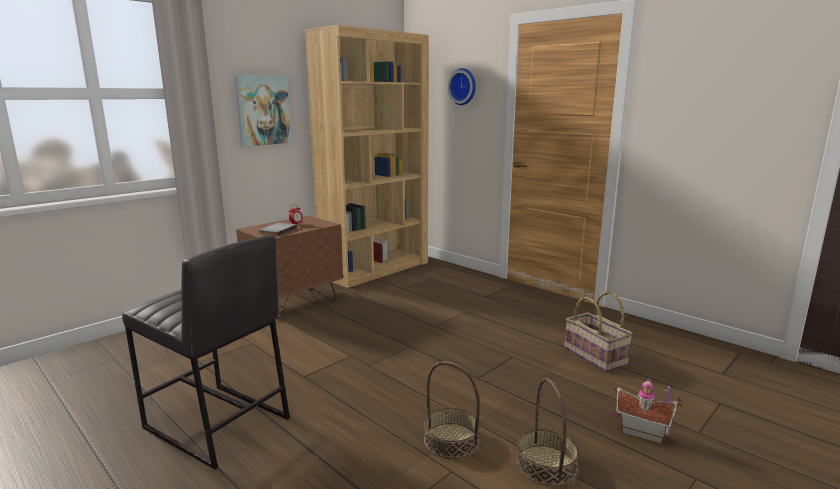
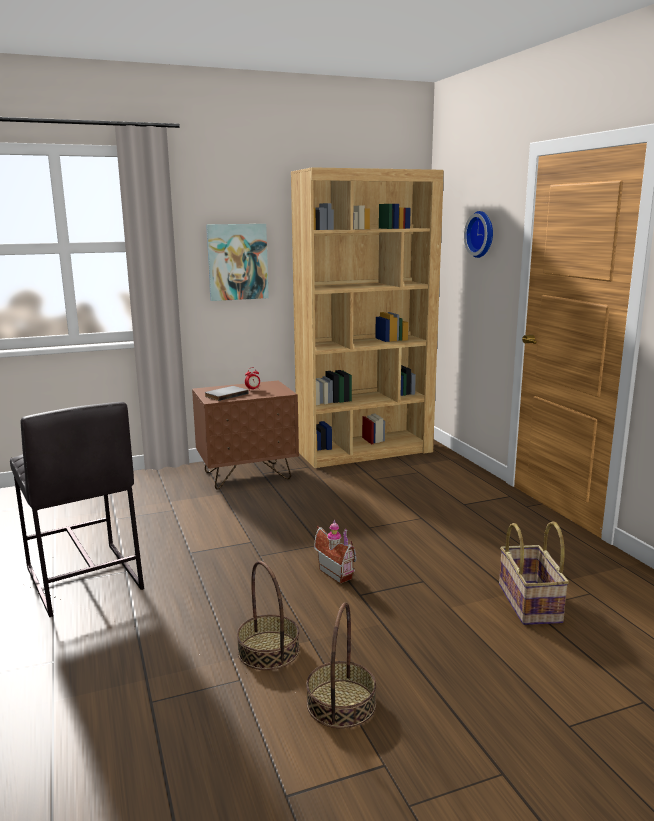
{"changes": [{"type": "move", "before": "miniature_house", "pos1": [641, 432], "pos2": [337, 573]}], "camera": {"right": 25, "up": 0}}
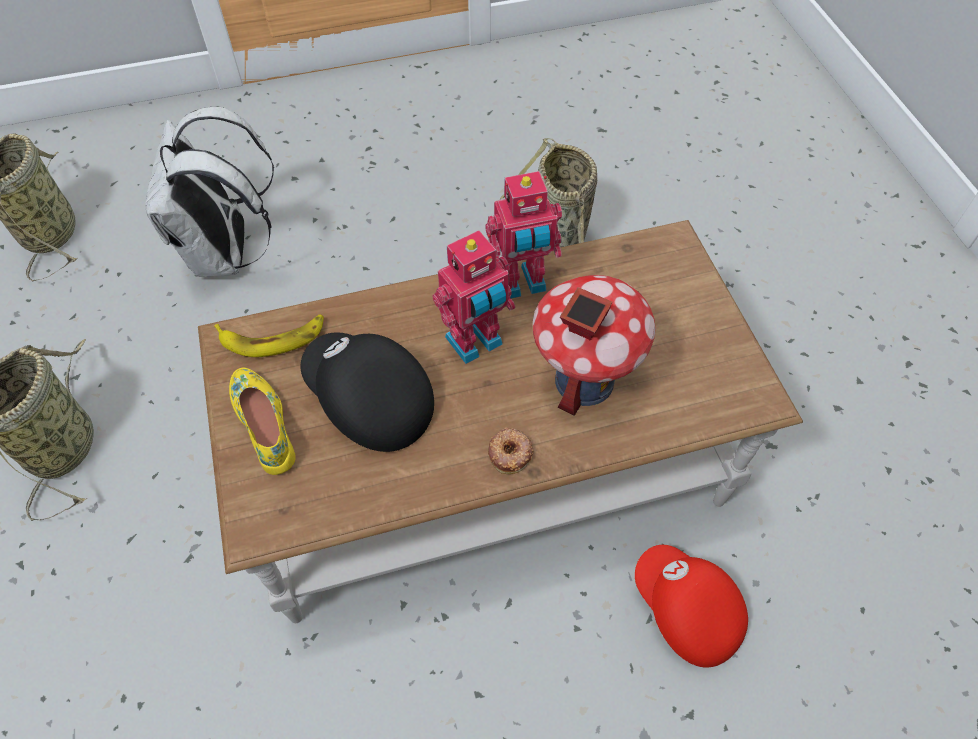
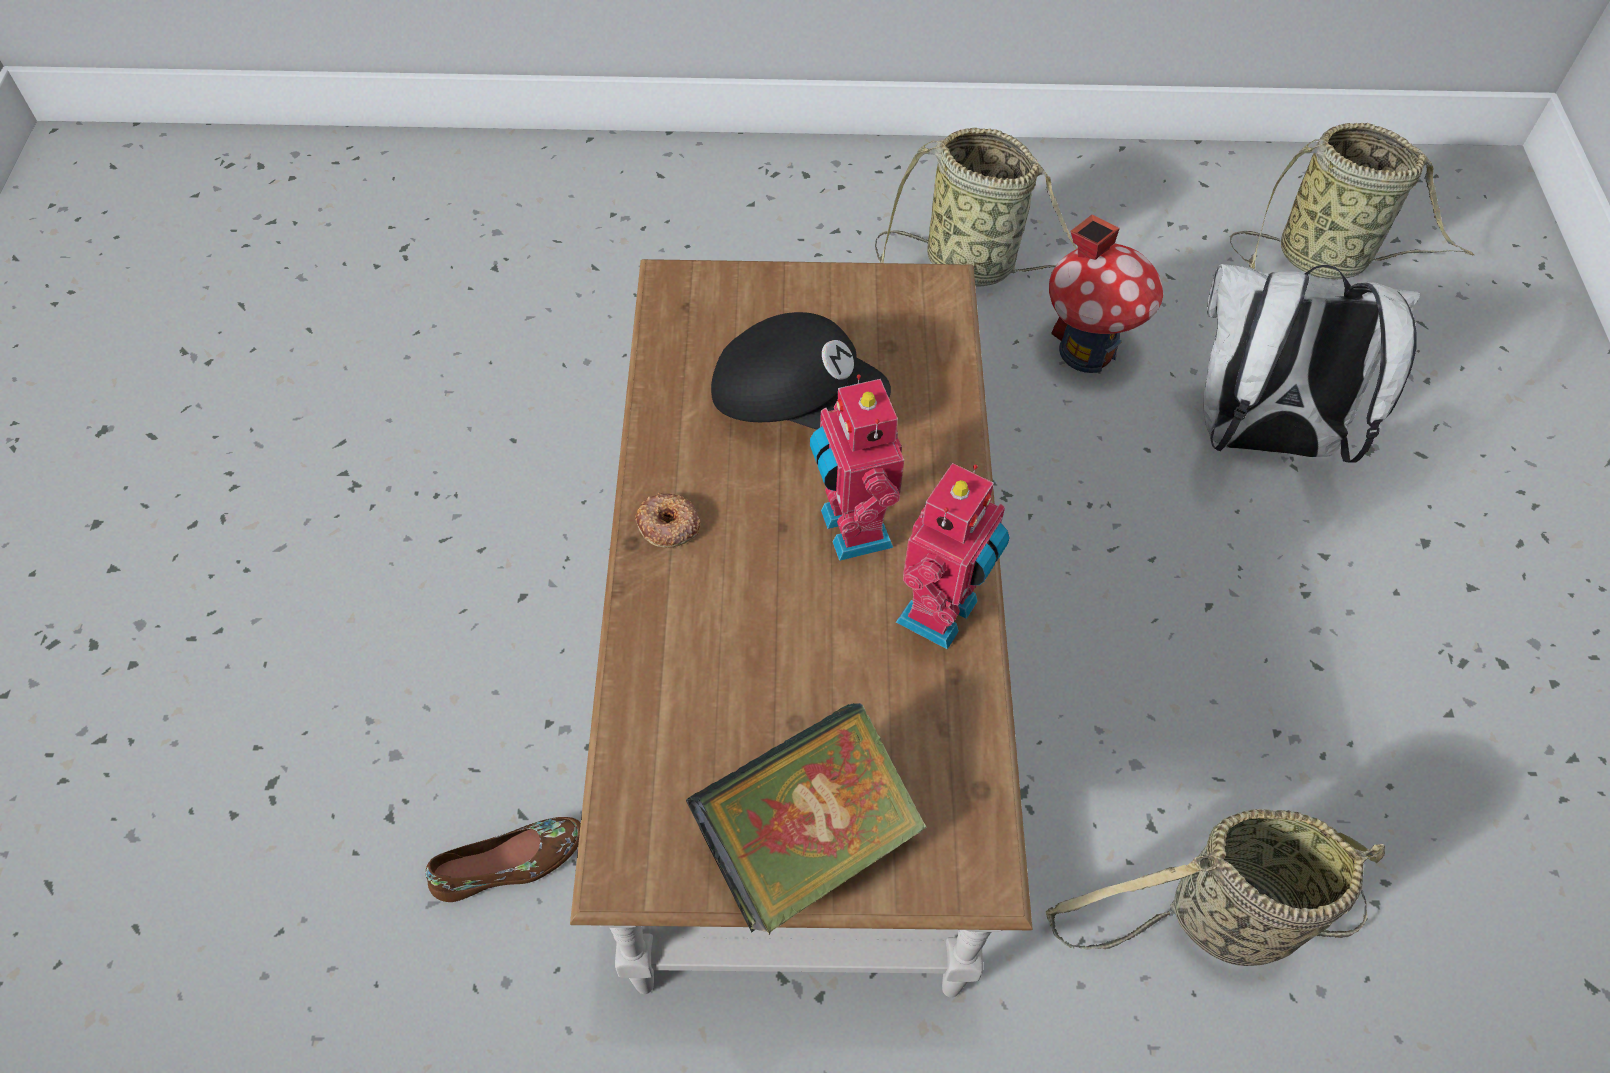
{"changes": [{"type": "rotate", "before": "toy_robot", "pos1": [522, 284], "pos2": [942, 614], "turn": -150}, {"type": "move", "before": "miniature_house", "pos1": [583, 381], "pos2": [1087, 350]}, {"type": "delete", "before": "banana", "pos1": [273, 338]}, {"type": "rotate", "before": "blackish_baseball_cap", "pos1": [369, 402], "pos2": [797, 400], "turn": 60}, {"type": "delete", "before": "yellowish_shoe", "pos1": [265, 424]}, {"type": "replace", "before": "red-coloured_baseball_cap", "after": "brown_shoe", "pos1": [685, 612], "pos2": [509, 864]}, {"type": "insert", "after": "book", "pos2": [807, 840]}], "camera": {"right": 105, "up": 0}}
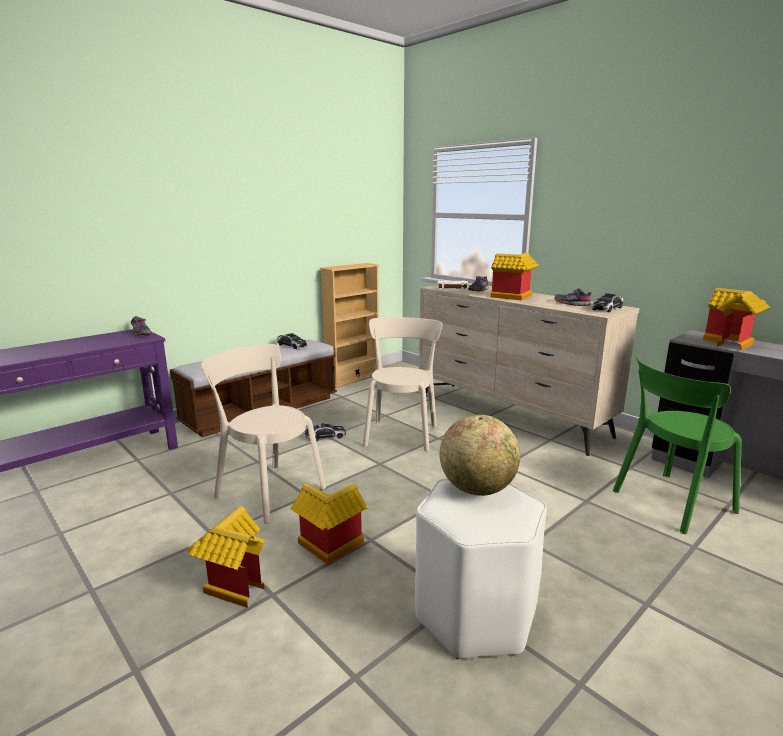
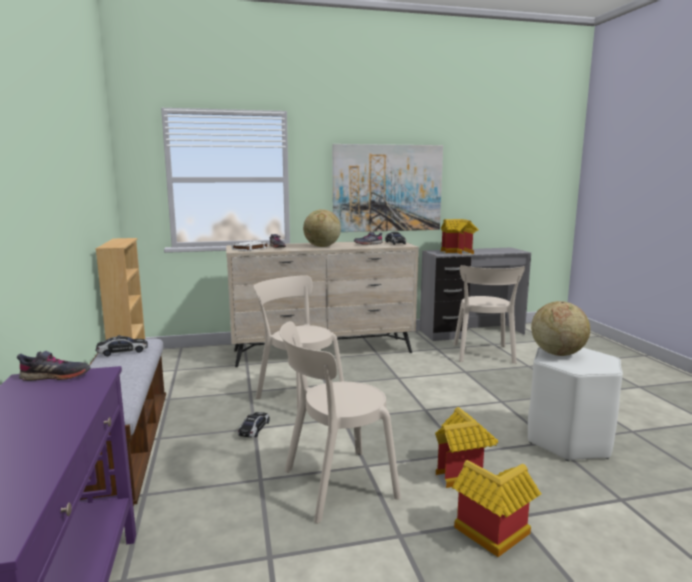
{"changes": [{"type": "replace", "before": "miniature_house", "after": "desk_globe", "pos1": [512, 297], "pos2": [322, 246]}, {"type": "recolor", "before": "green-coloured_upright_chair", "after": "beige-coloured_upright_chair", "pos1": [669, 503], "pos2": [483, 355]}, {"type": "insert", "after": "wall_art", "pos2": [387, 188]}], "camera": {"right": -60, "up": -5}}
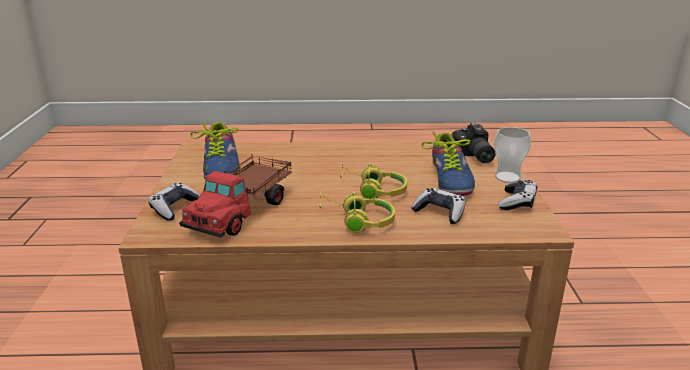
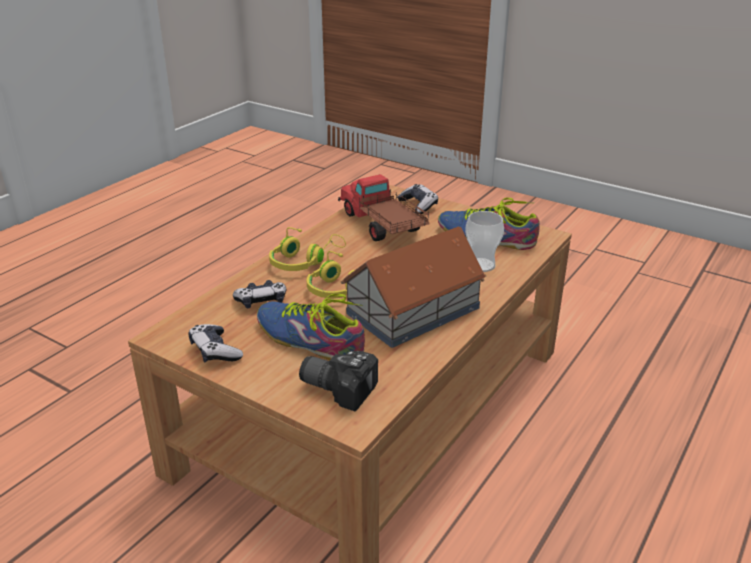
{"changes": [{"type": "move", "before": "small_cup", "pos1": [507, 177], "pos2": [481, 265]}, {"type": "insert", "after": "miniature_house", "pos2": [414, 310]}], "camera": {"right": 125, "up": 5}}
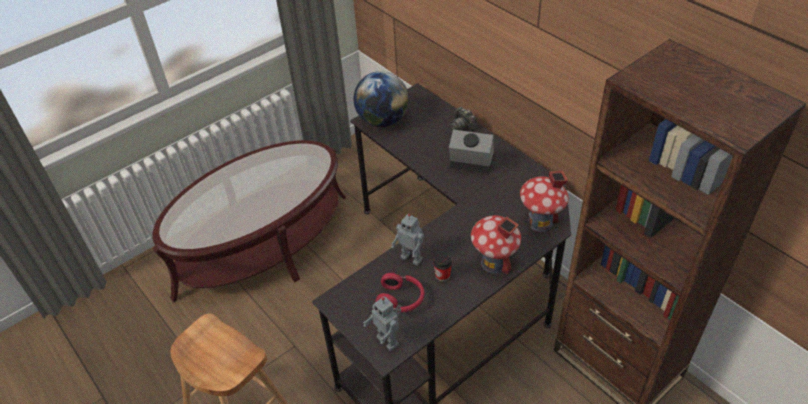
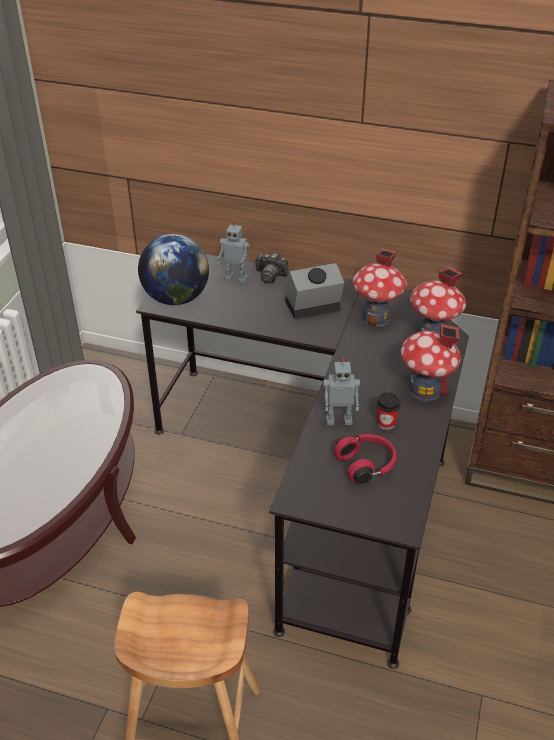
{"changes": [{"type": "move", "before": "toy_robot", "pos1": [388, 340], "pos2": [236, 278]}, {"type": "insert", "after": "miniature_house", "pos2": [376, 318]}], "camera": {"right": -35, "up": -5}}
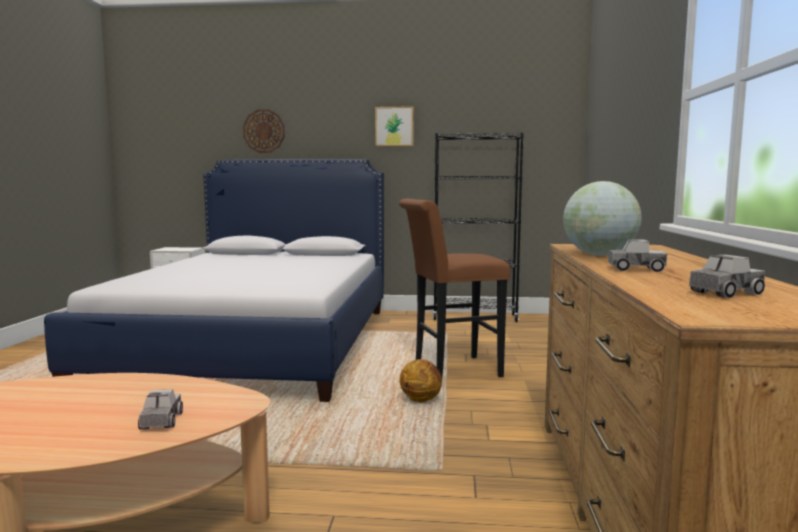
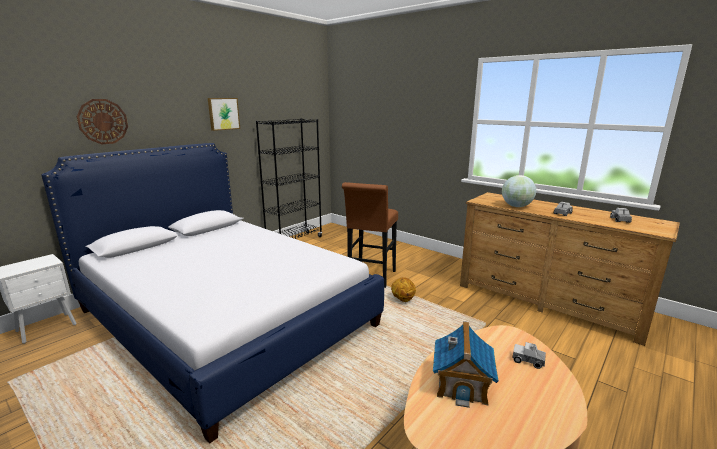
{"changes": [{"type": "insert", "after": "miniature_house", "pos2": [462, 384]}], "camera": {"right": -55, "up": 10}}
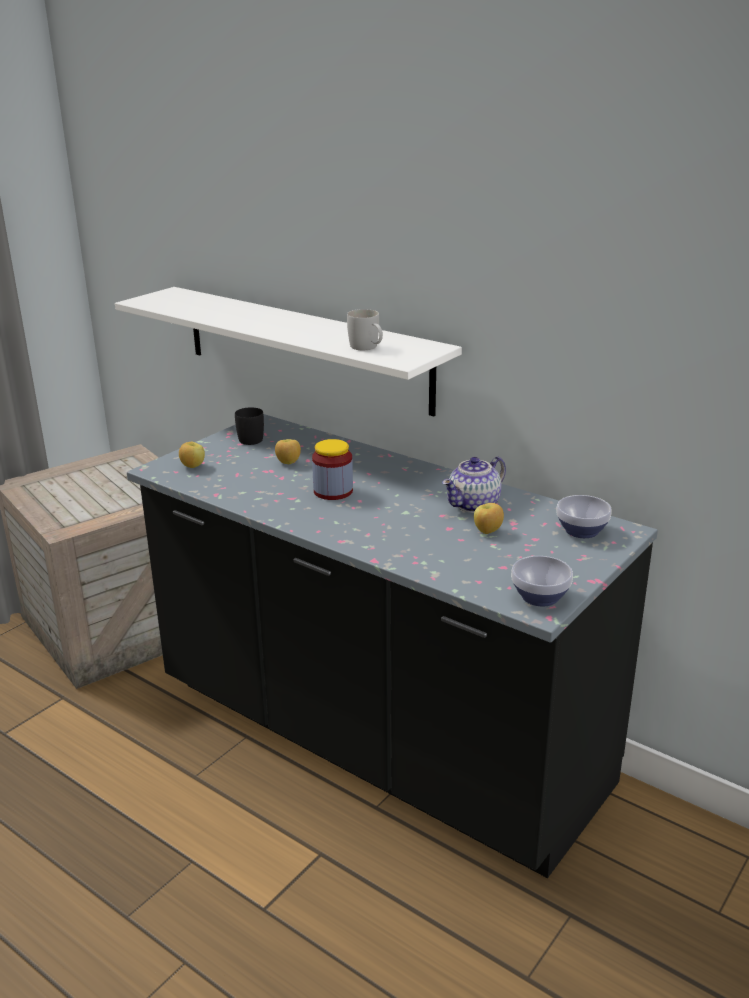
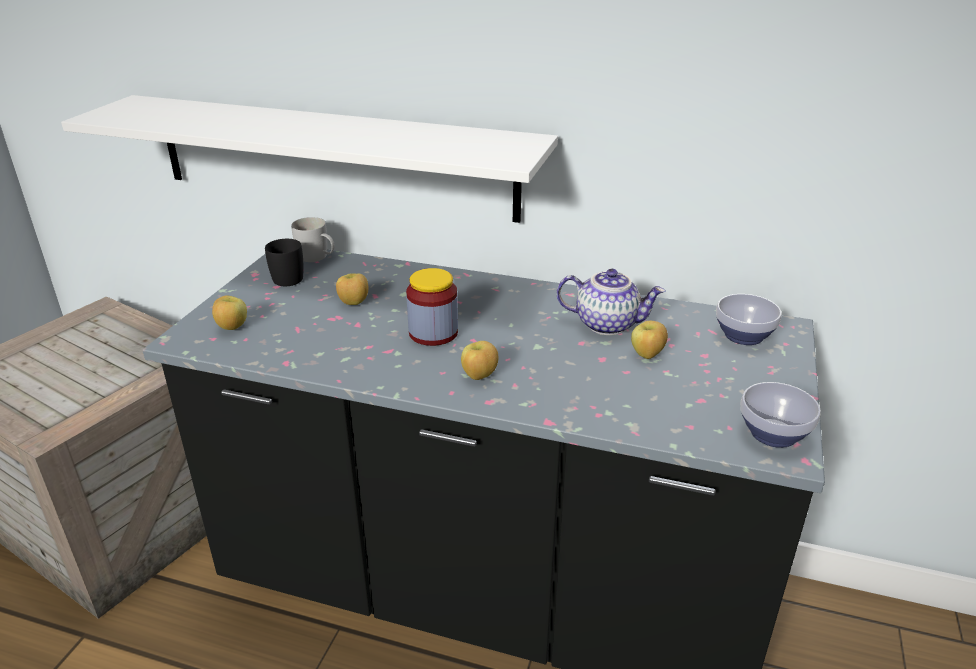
{"changes": [{"type": "move", "before": "white_mug", "pos1": [367, 348], "pos2": [317, 258]}, {"type": "rotate", "before": "teapot", "pos1": [474, 505], "pos2": [607, 324], "turn": -105}, {"type": "insert", "after": "whole_apple", "pos2": [479, 376]}], "camera": {"right": -20, "up": 5}}
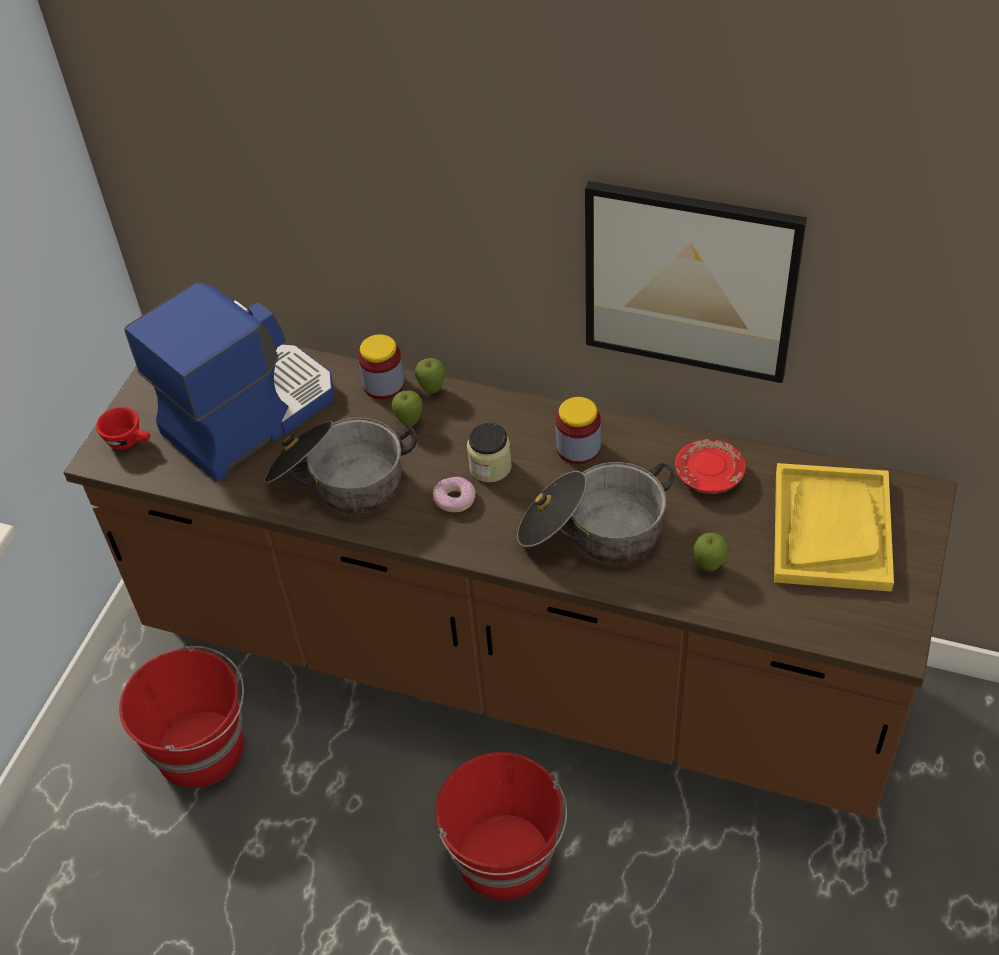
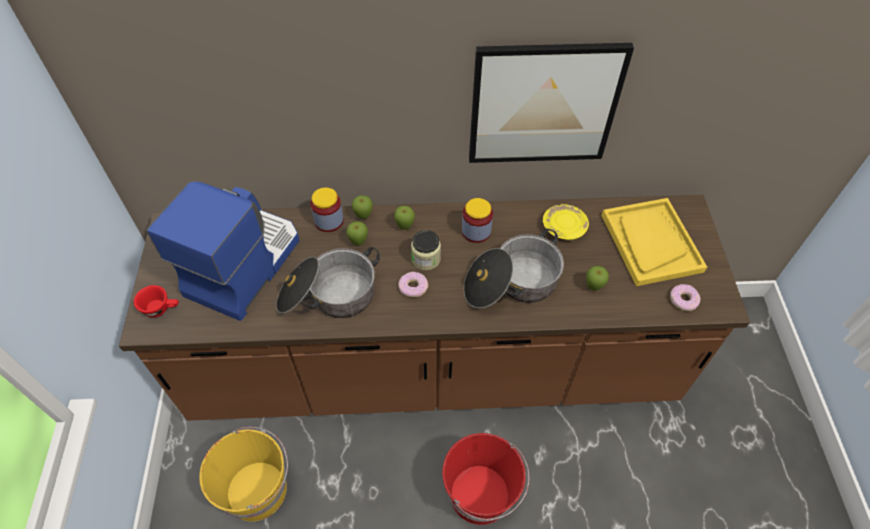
{"changes": [{"type": "recolor", "before": "red-coloured_dinner_plate", "after": "yellowish_dinner_plate", "pos1": [708, 475], "pos2": [563, 228]}, {"type": "recolor", "before": "red-coloured_bucket", "after": "yellowish_bucket", "pos1": [202, 748], "pos2": [258, 489]}, {"type": "insert", "after": "whole_apple", "pos2": [405, 227]}, {"type": "insert", "after": "ring_doughnut", "pos2": [683, 300]}], "camera": {"right": -25, "up": 5}}
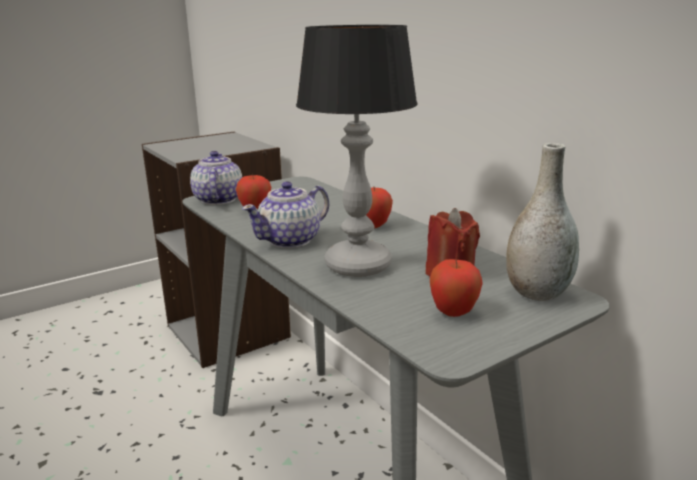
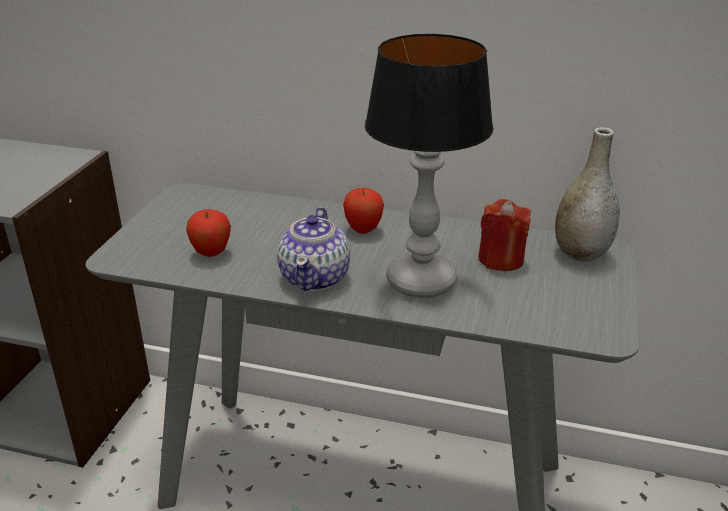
{"changes": [{"type": "delete", "before": "teapot", "pos1": [217, 200]}, {"type": "delete", "before": "whole_apple", "pos1": [453, 313]}], "camera": {"right": -40, "up": 10}}
